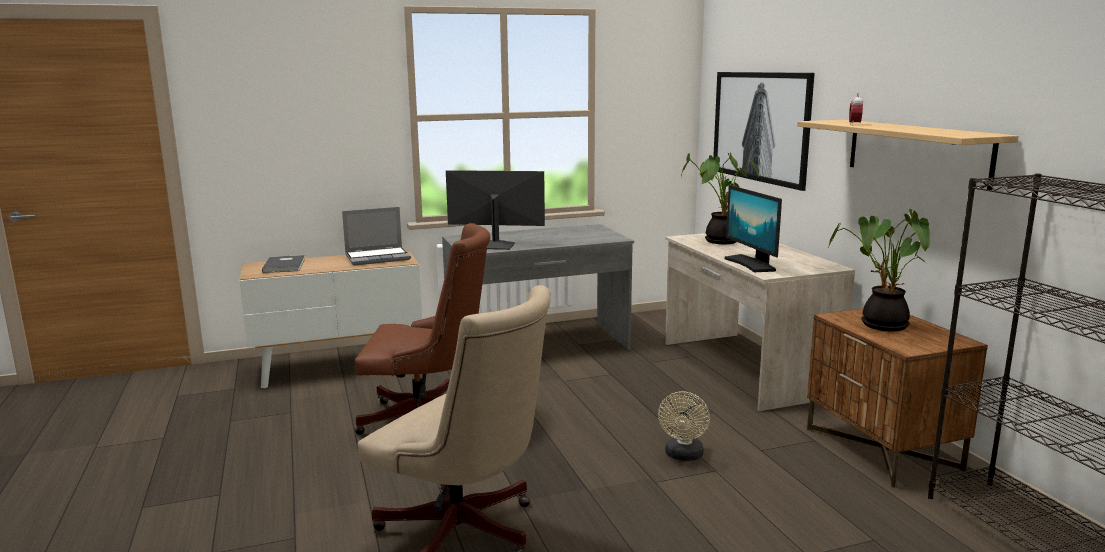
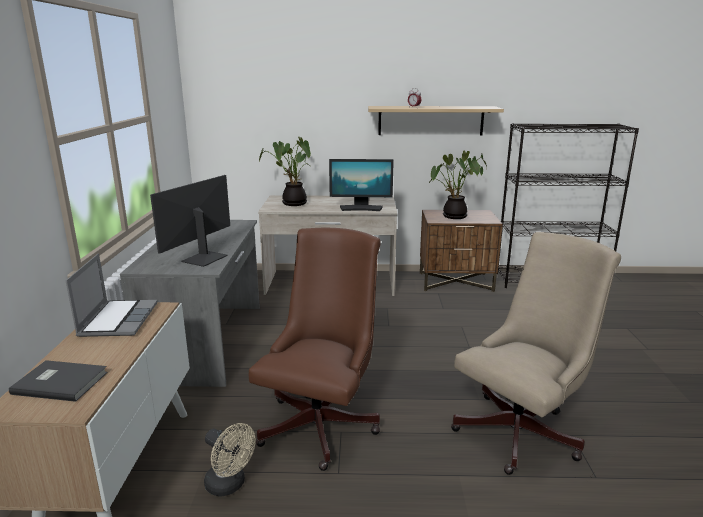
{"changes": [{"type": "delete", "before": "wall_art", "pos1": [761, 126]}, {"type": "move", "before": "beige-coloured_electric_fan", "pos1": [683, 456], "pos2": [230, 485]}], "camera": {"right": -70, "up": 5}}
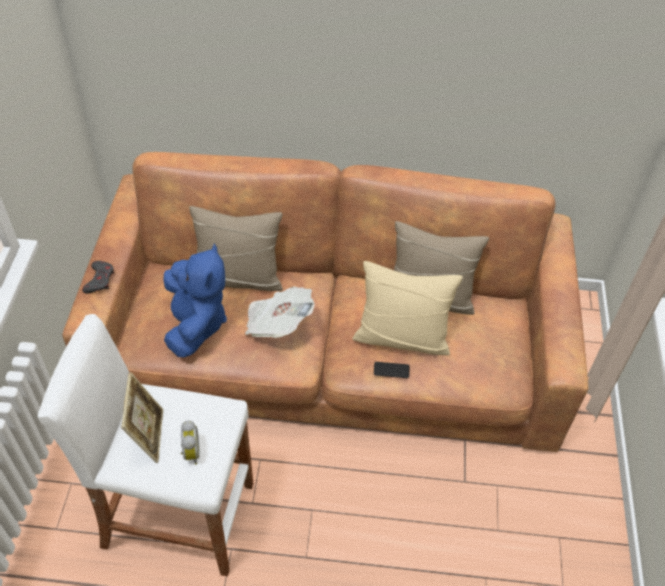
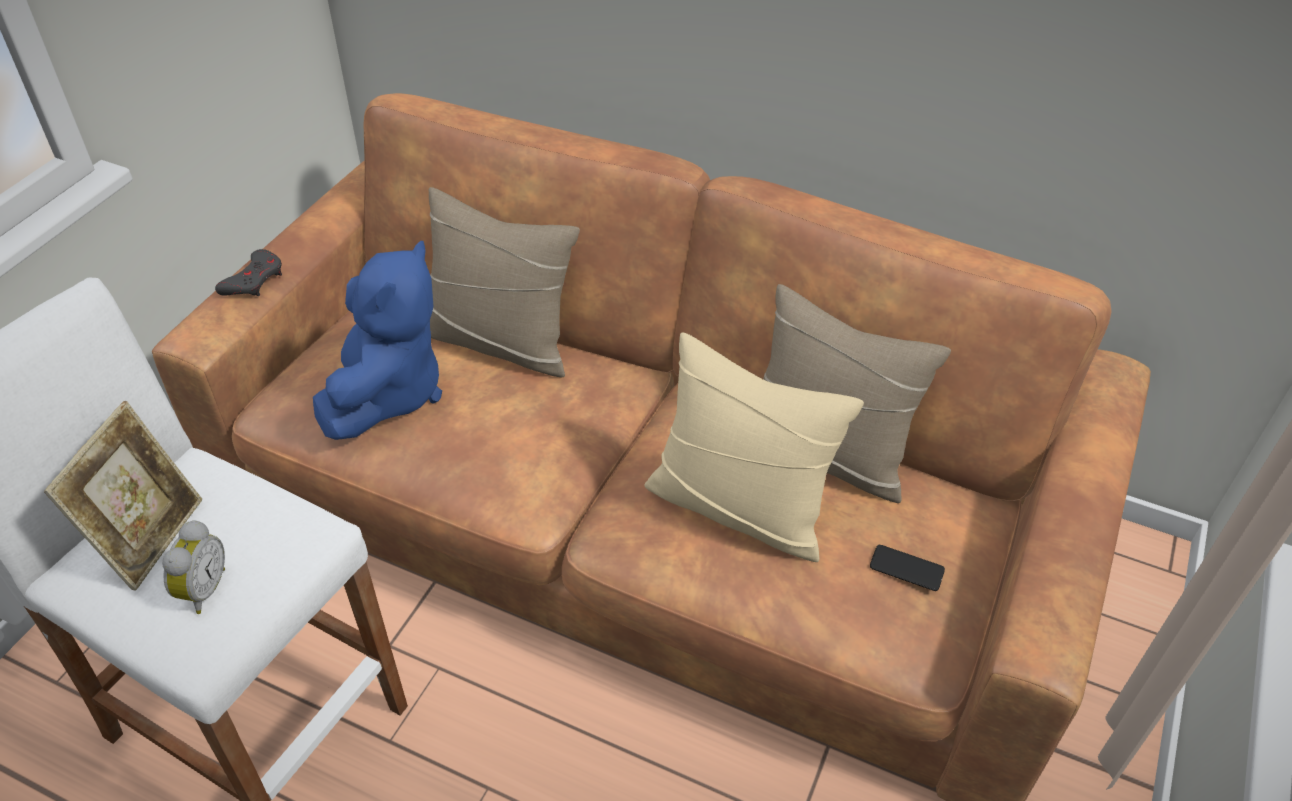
{"changes": [{"type": "delete", "before": "printed_paper", "pos1": [278, 323]}, {"type": "move", "before": "handset", "pos1": [391, 370], "pos2": [906, 568]}], "camera": {"right": 20, "up": -5}}
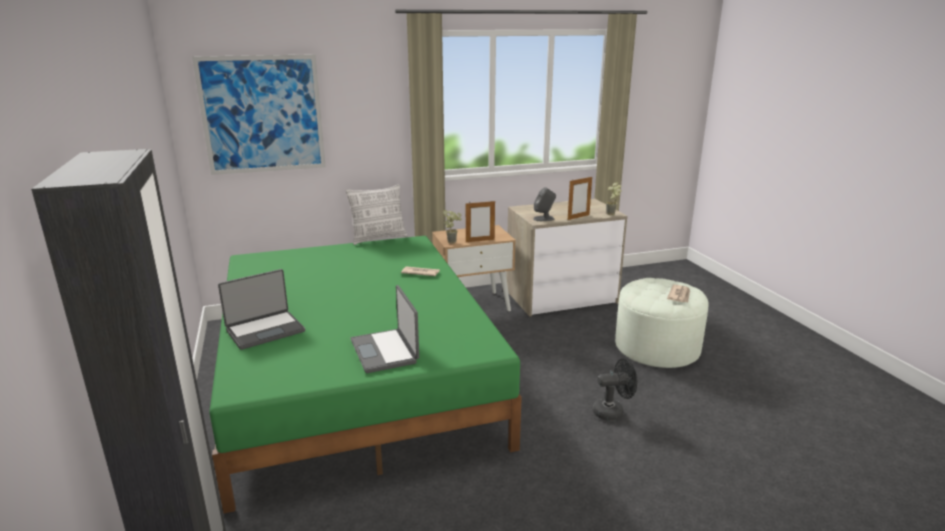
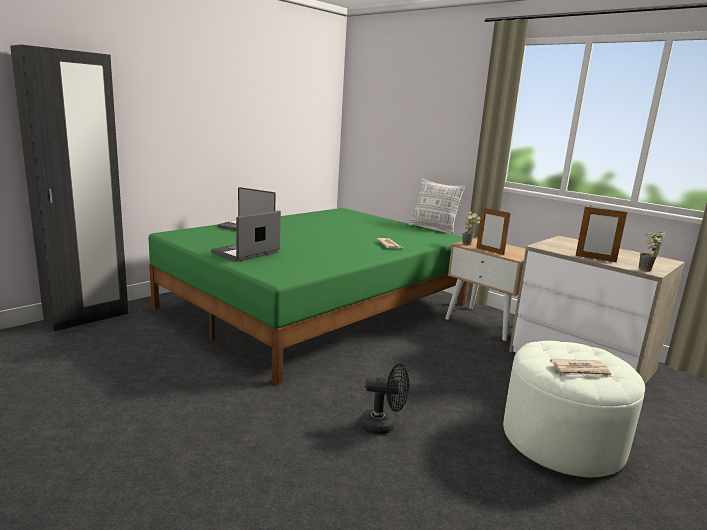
{"changes": [{"type": "delete", "before": "wall_art", "pos1": [262, 114]}, {"type": "delete", "before": "grey_loudspeaker", "pos1": [544, 218]}, {"type": "rotate", "before": "blackish_electric_fan", "pos1": [613, 412], "pos2": [383, 425], "turn": -45}], "camera": {"right": 60, "up": -5}}
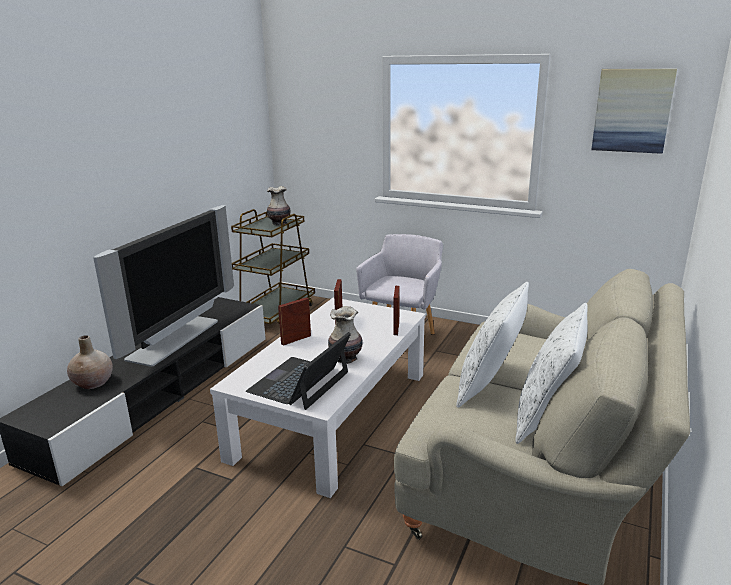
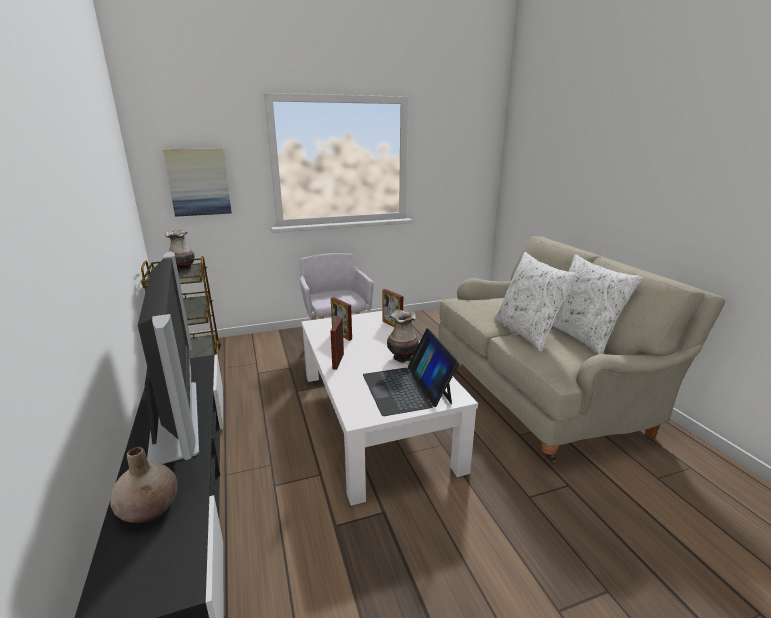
{"changes": [{"type": "move", "before": "wall_art", "pos1": [632, 110], "pos2": [199, 182]}], "camera": {"right": -45, "up": 0}}
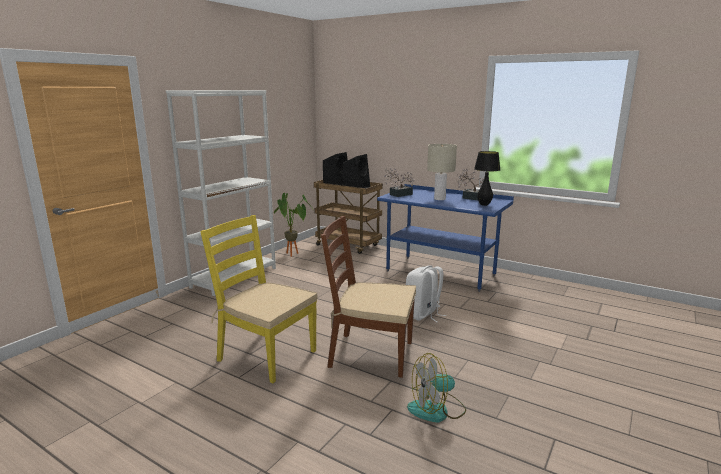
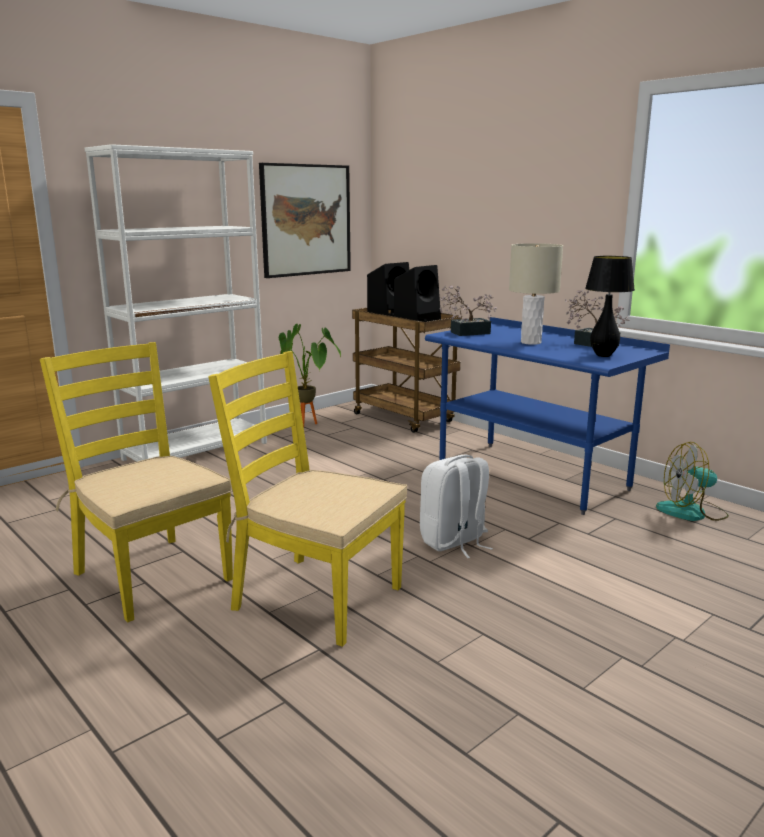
{"changes": [{"type": "recolor", "before": "brown_upright_chair", "after": "yellowish_upright_chair", "pos1": [370, 354], "pos2": [316, 597]}, {"type": "move", "before": "electric_fan", "pos1": [437, 410], "pos2": [692, 512]}, {"type": "insert", "after": "wall_art", "pos2": [306, 220]}], "camera": {"right": 15, "up": 0}}
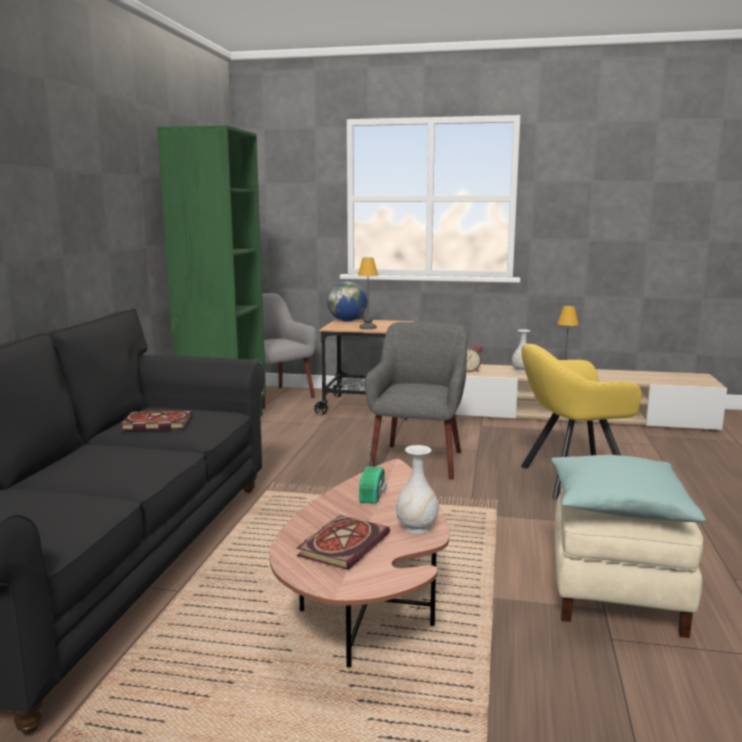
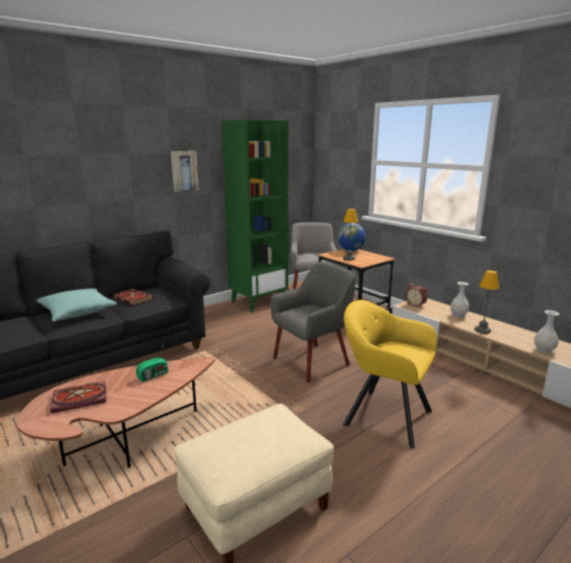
{"changes": [{"type": "move", "before": "white_vase", "pos1": [417, 528], "pos2": [544, 350]}, {"type": "move", "before": "turquoise-coloured_pillow", "pos1": [618, 507], "pos2": [78, 313]}, {"type": "insert", "after": "wall_art", "pos2": [184, 170]}], "camera": {"right": 40, "up": 5}}
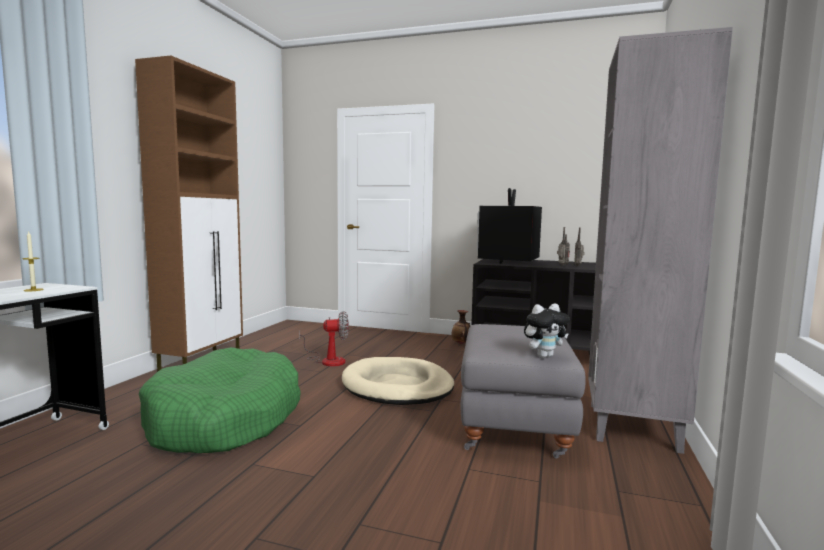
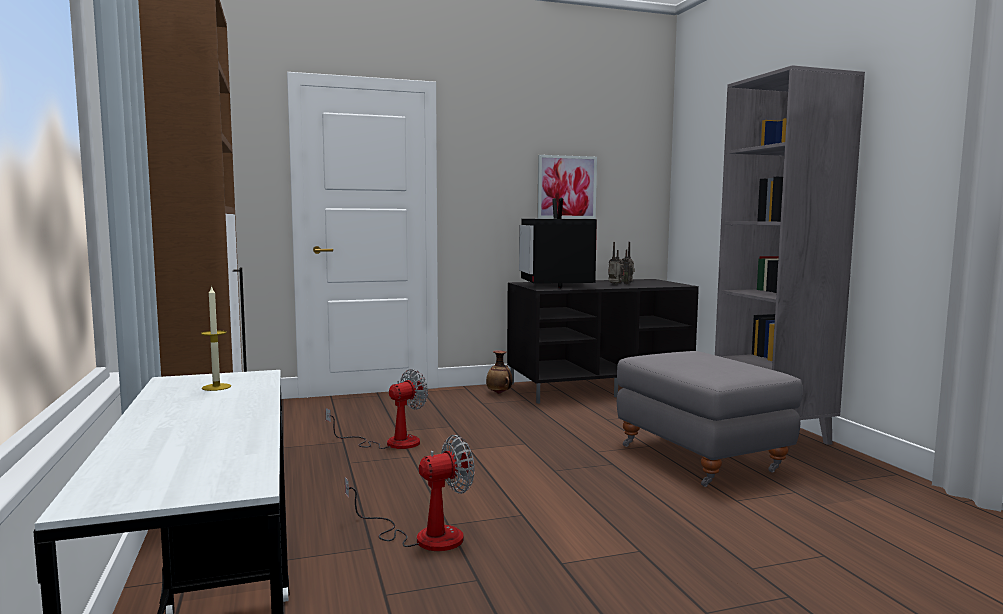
{"changes": [{"type": "delete", "before": "plush_toy", "pos1": [544, 356]}, {"type": "replace", "before": "green-coloured_dog_bed", "after": "electric_fan", "pos1": [225, 419], "pos2": [423, 536]}, {"type": "delete", "before": "beige-coloured_dog_bed", "pos1": [397, 386]}, {"type": "insert", "after": "wall_art", "pos2": [566, 187]}], "camera": {"right": -35, "up": 0}}
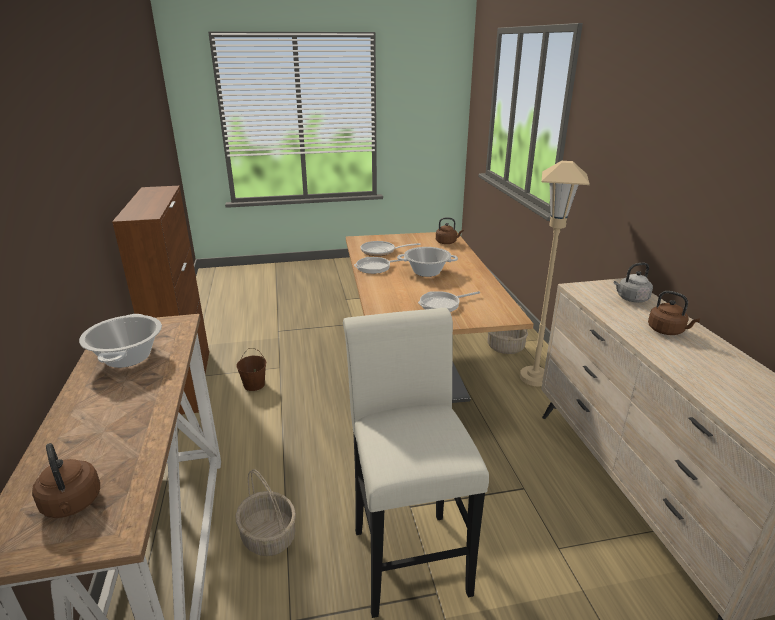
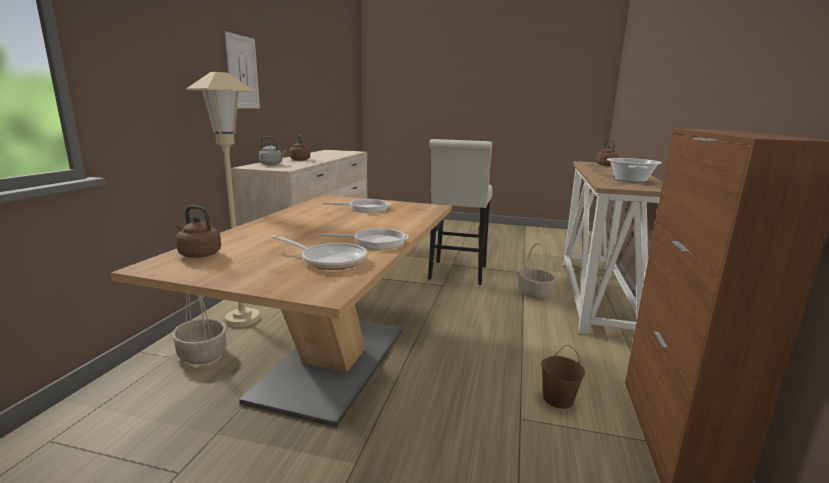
{"changes": [{"type": "delete", "before": "stockpot", "pos1": [426, 272]}, {"type": "insert", "after": "wall_art", "pos2": [242, 72]}], "camera": {"right": -155, "up": -10}}
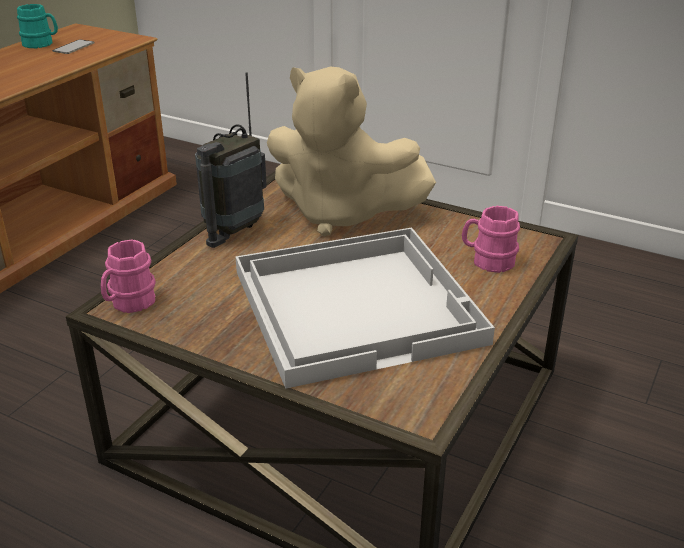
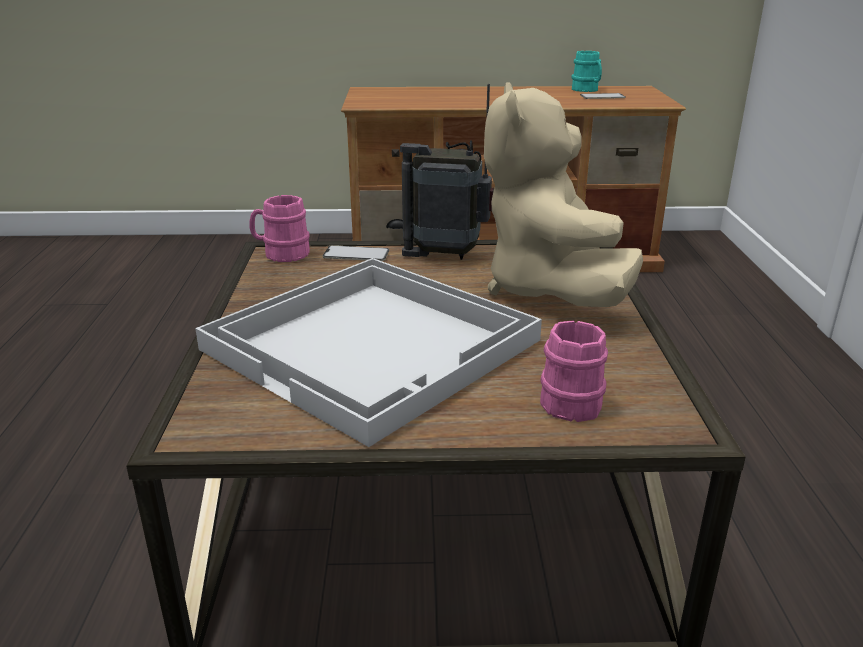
{"changes": [{"type": "insert", "after": "handset", "pos2": [356, 254]}], "camera": {"right": 60, "up": -5}}
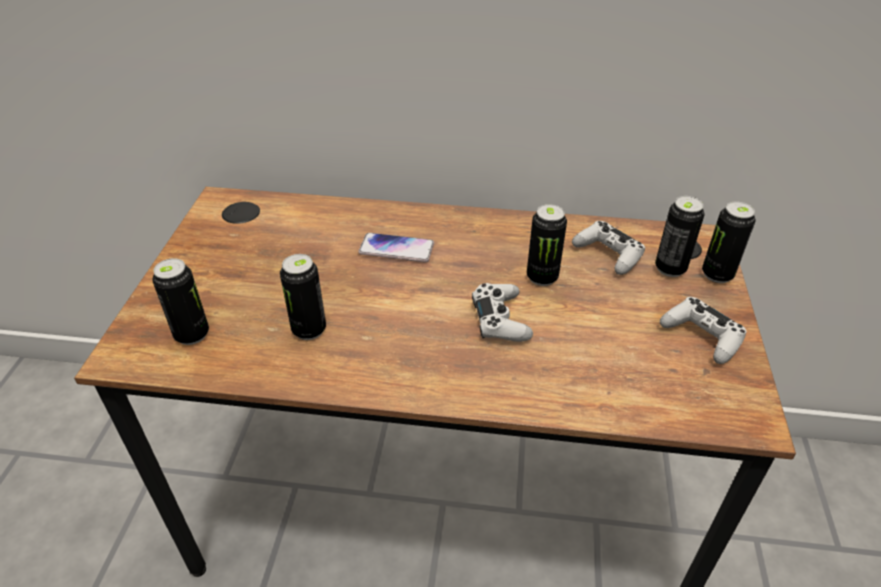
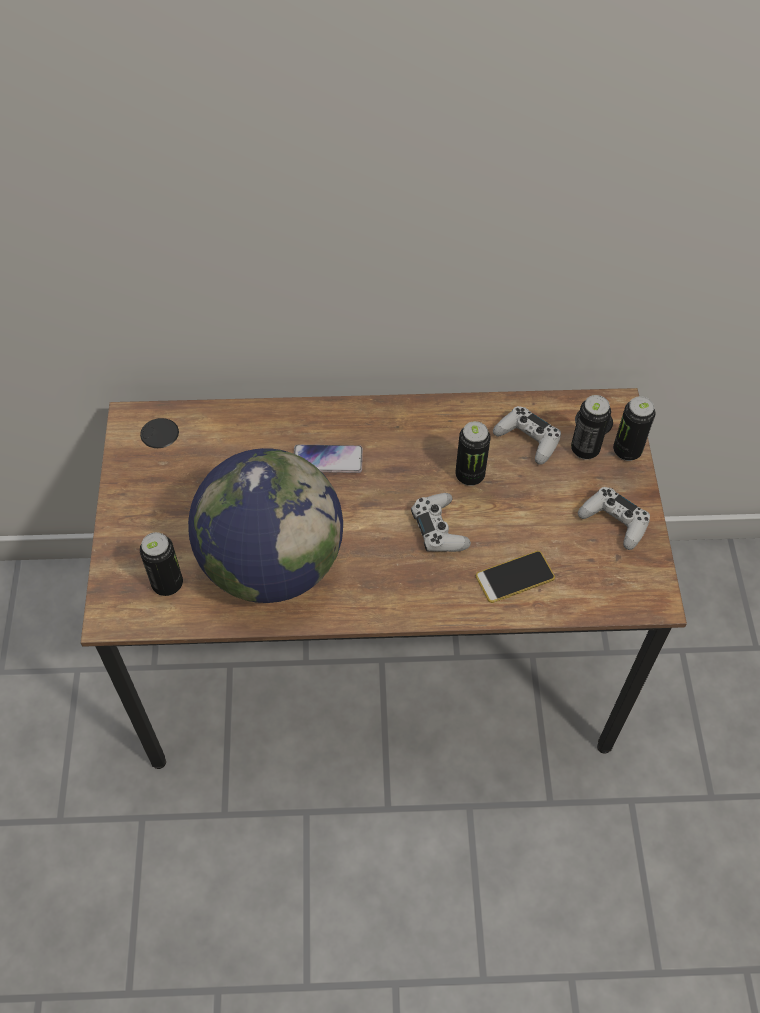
{"changes": [{"type": "replace", "before": "metal_can", "after": "desk_globe", "pos1": [309, 330], "pos2": [271, 564]}, {"type": "insert", "after": "handset", "pos2": [515, 577]}], "camera": {"right": -10, "up": 15}}
